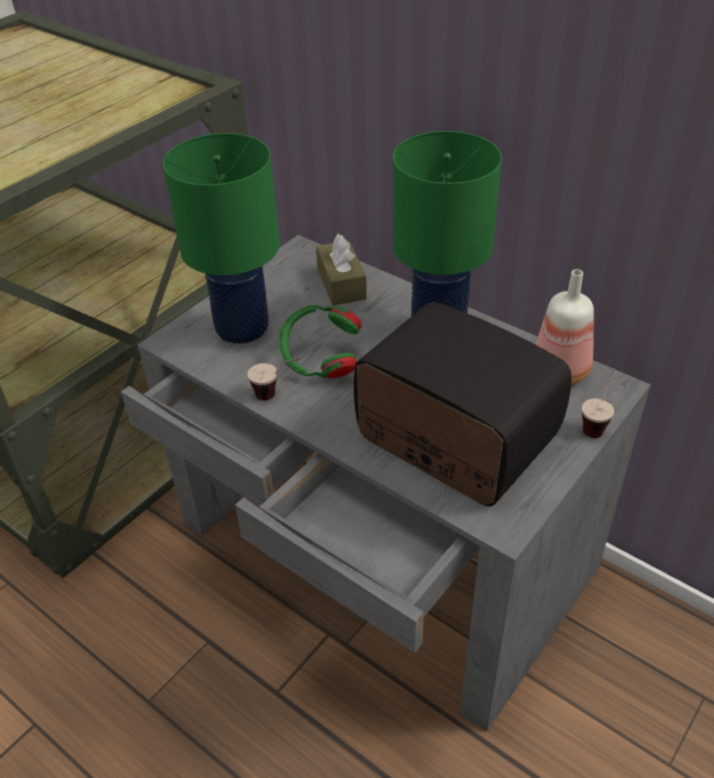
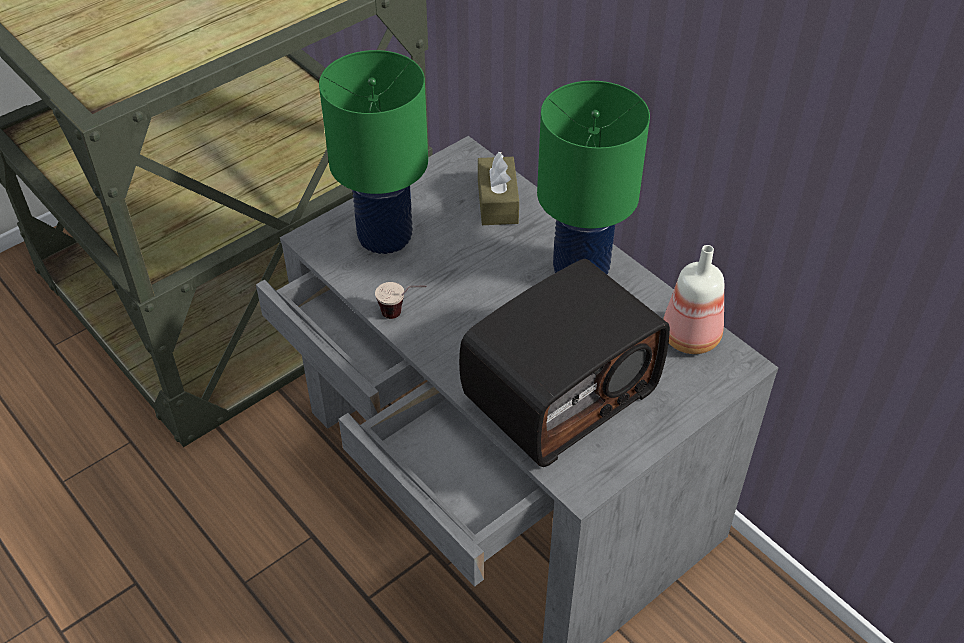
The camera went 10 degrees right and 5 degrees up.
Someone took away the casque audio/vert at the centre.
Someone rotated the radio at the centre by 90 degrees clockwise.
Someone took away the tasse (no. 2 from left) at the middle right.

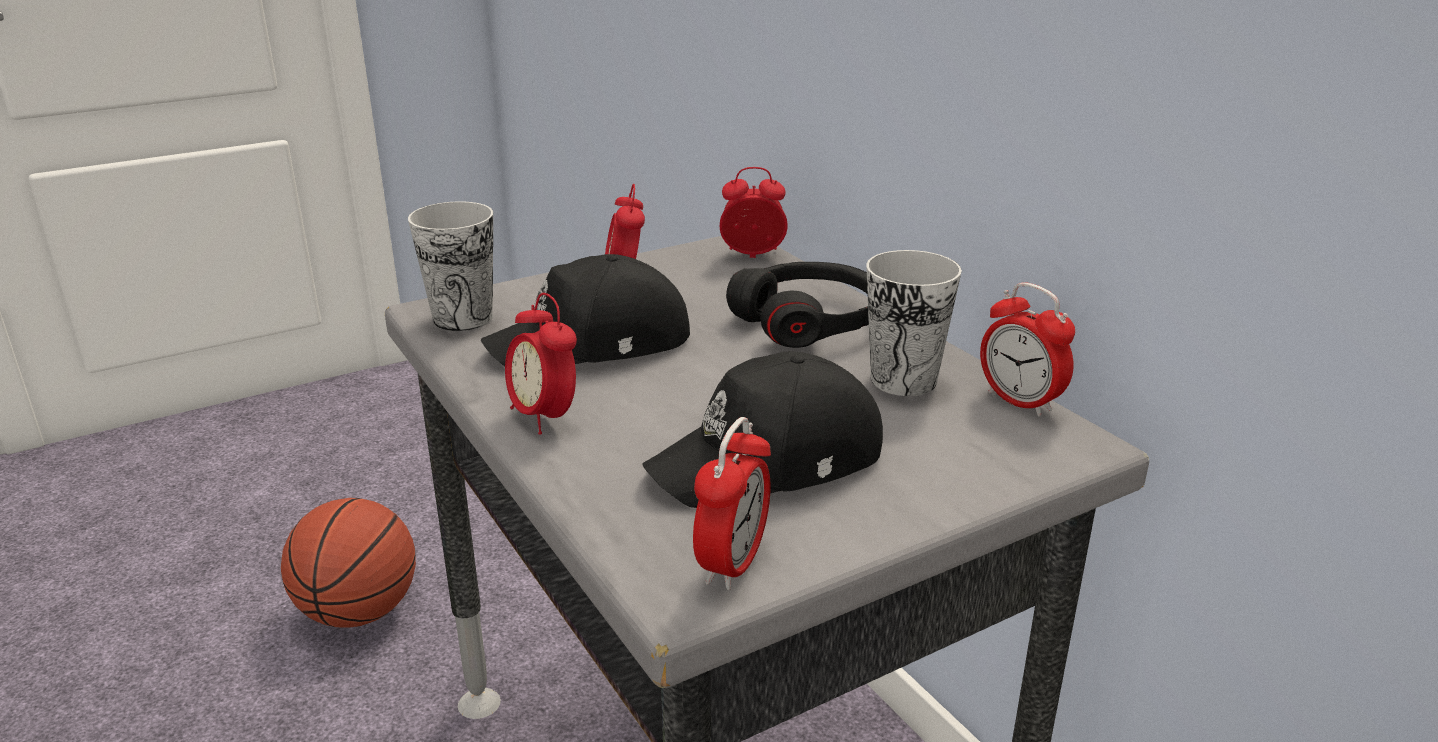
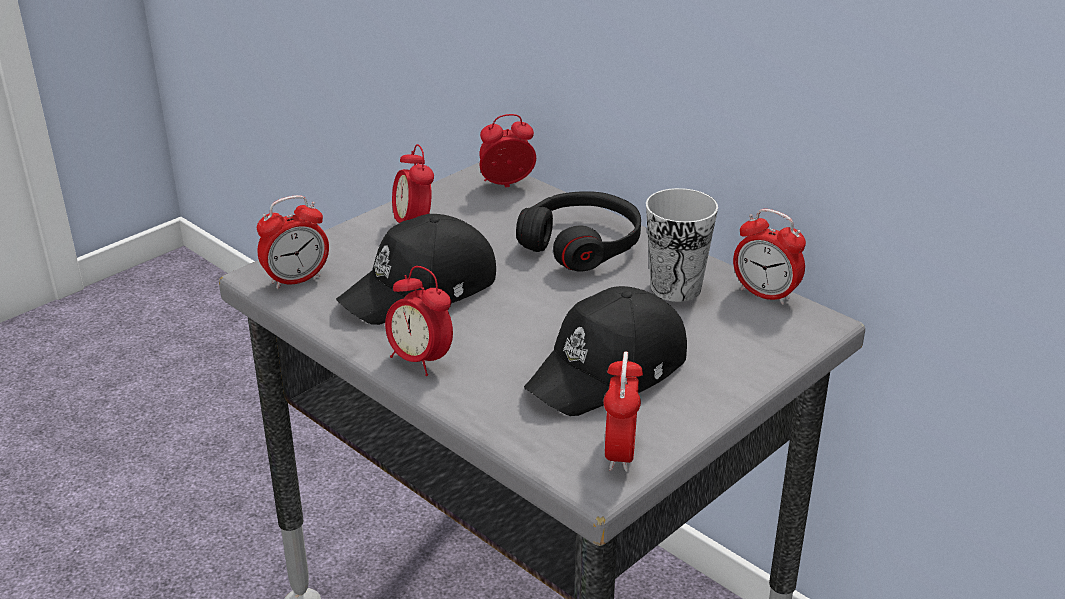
The camera went 15 degrees left and 5 degrees up.
Someone took away the ballon de basket at the bottom left.
Someone swapped the tasse (no. 1 from left) at the middle left for the réveil (no. 1 from left) at the middle left.

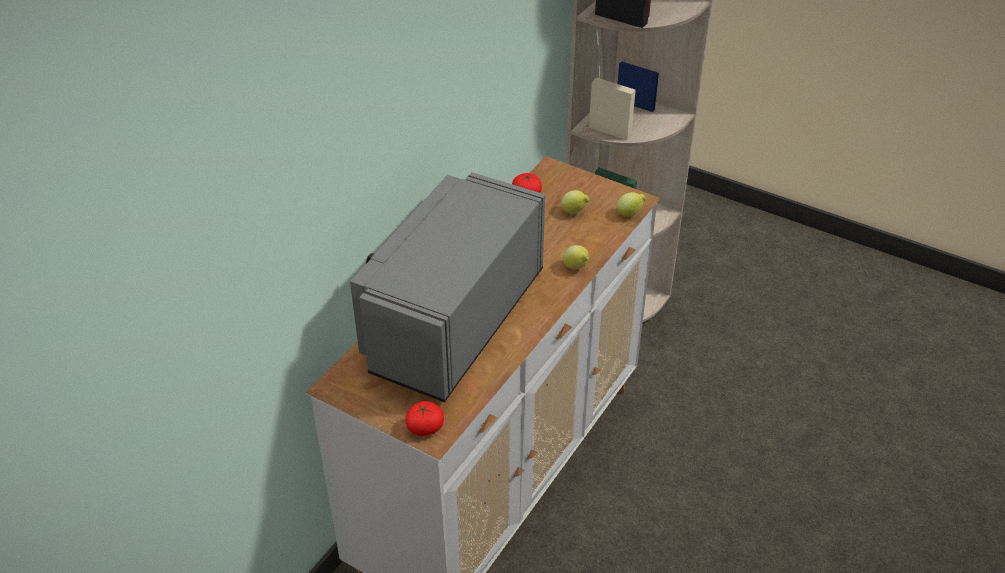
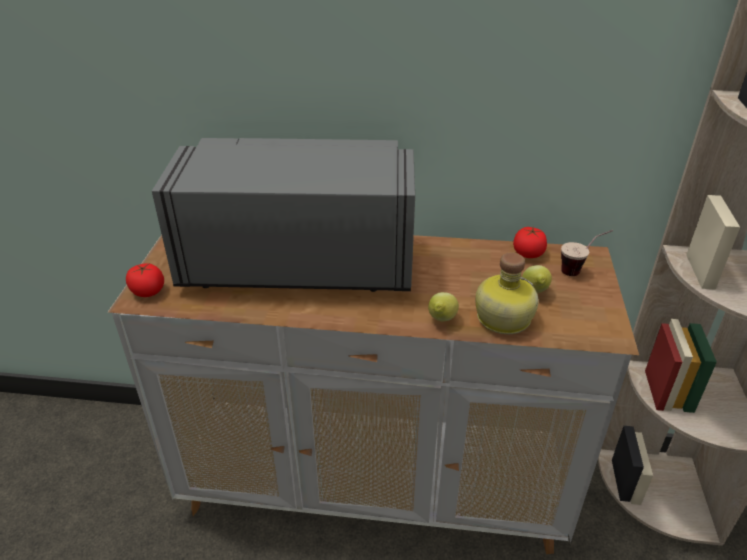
The camera went 65 degrees right and 5 degrees down.
Someone took away the citron (no. 3 from left) at the centre.
Someone put down the bouteille at the middle right.
Someone put down the tasse at the middle right.

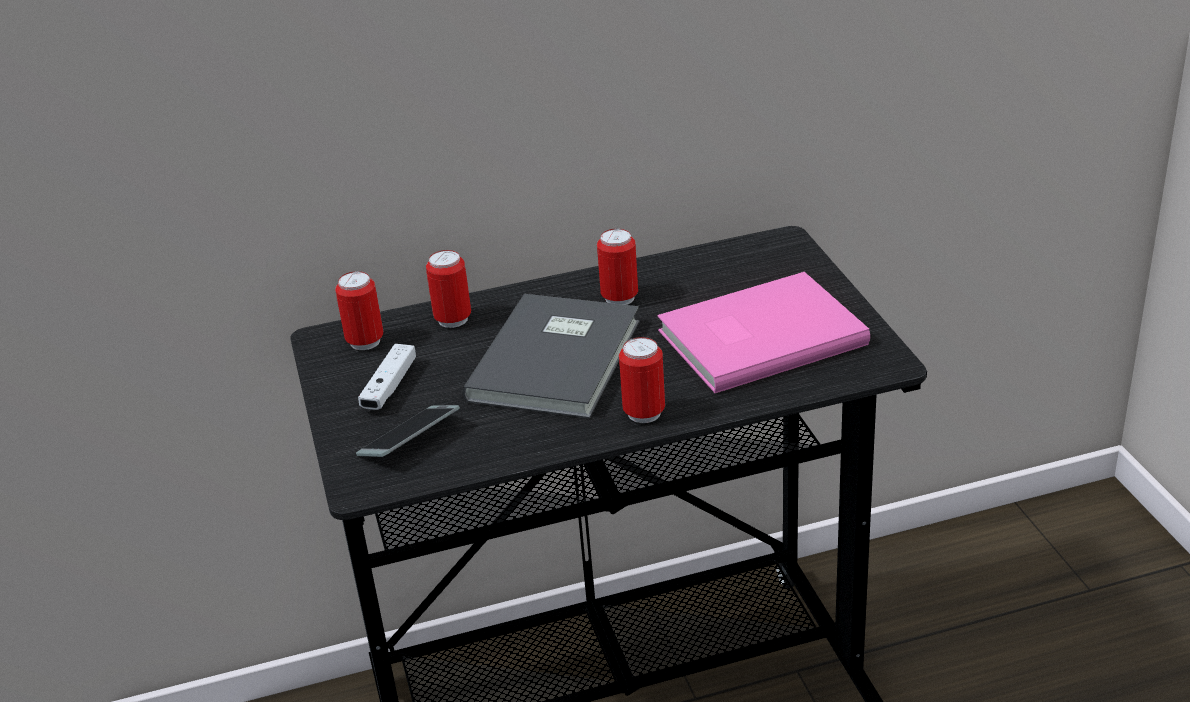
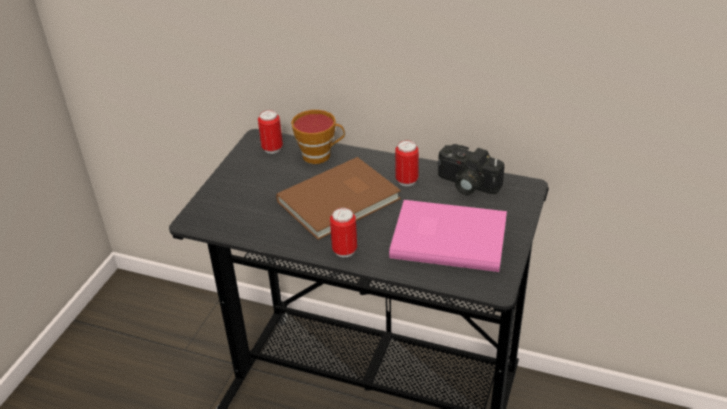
The camera went 35 degrees right and 5 degrees up.
Someone took away the téléphone at the centre.
Someone took away the manette/blanc at the middle left.
Someone swapped the boîte métallique (no. 2 from left) at the centre for the tasse at the centre.
Someone repainted the livre/gris at the centre, which became the livre/marron at the centre.
Someone put down the appareil photo at the centre.

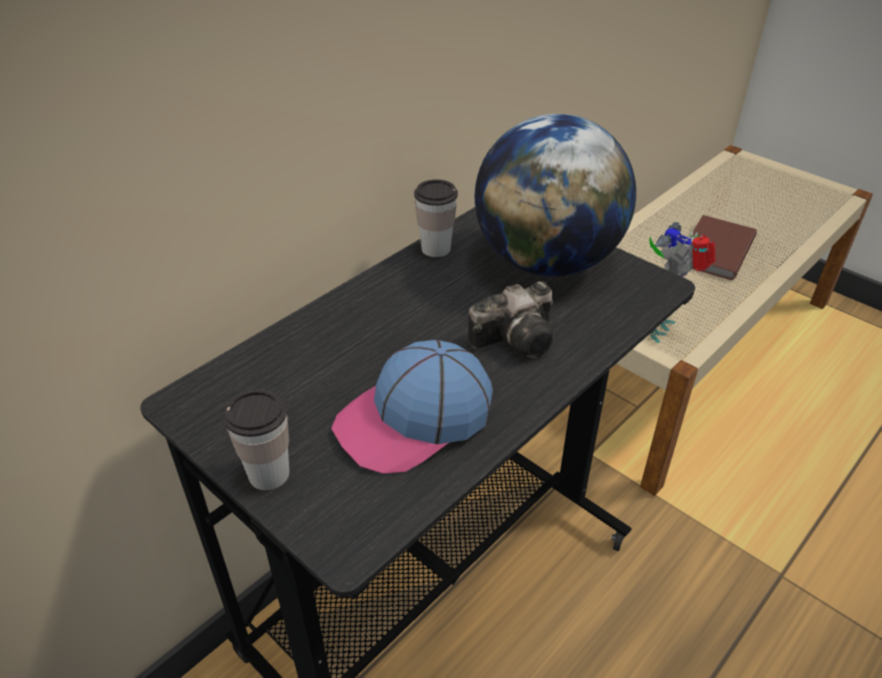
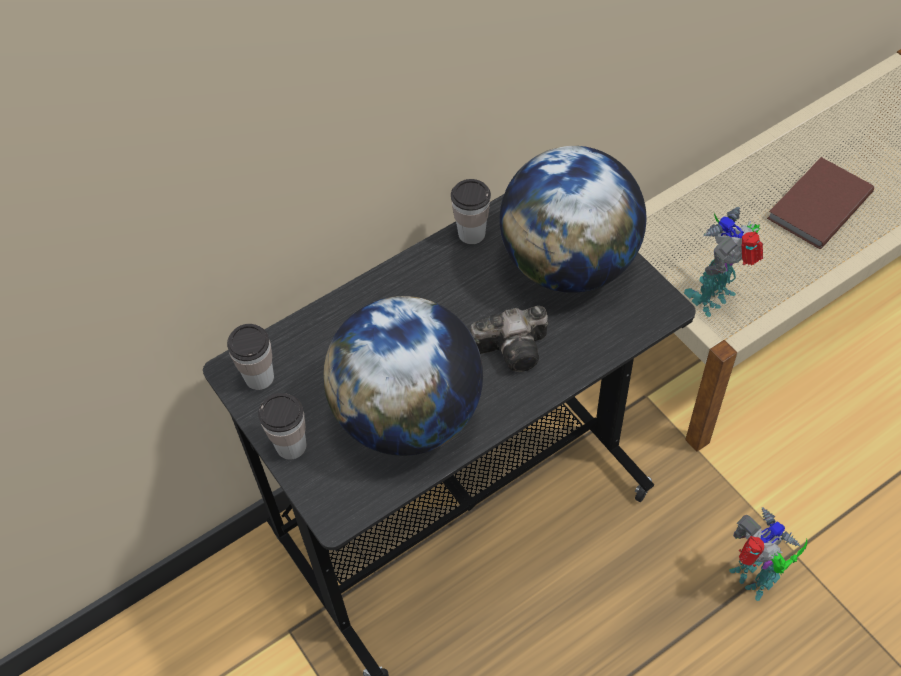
The camera went 15 degrees right and 15 degrees up.
Someone swapped the casquette at the centre for the globe (no. 1 from left) at the centre.
Someone put down the tasse (no. 1 from left) at the middle left.
Someone put down the robot jouet (no. 2 from left) at the bottom right.

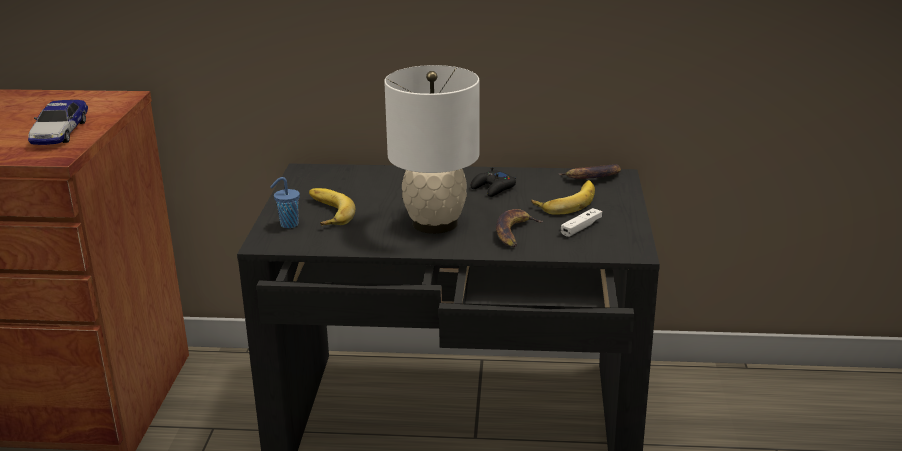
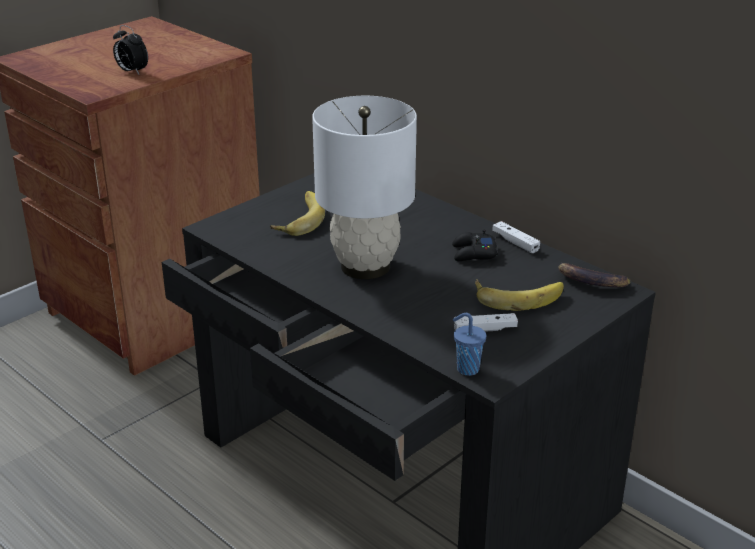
The camera went 40 degrees right and 5 degrees up.
Someone swapped the petite voiture at the top left for the réveil at the top left.
Someone carried the tasse/bleu from the middle left to the centre.
Someone took away the banane (no. 2 from left) at the centre.
Someone put down the manette/blanc (no. 2 from left) at the middle right.

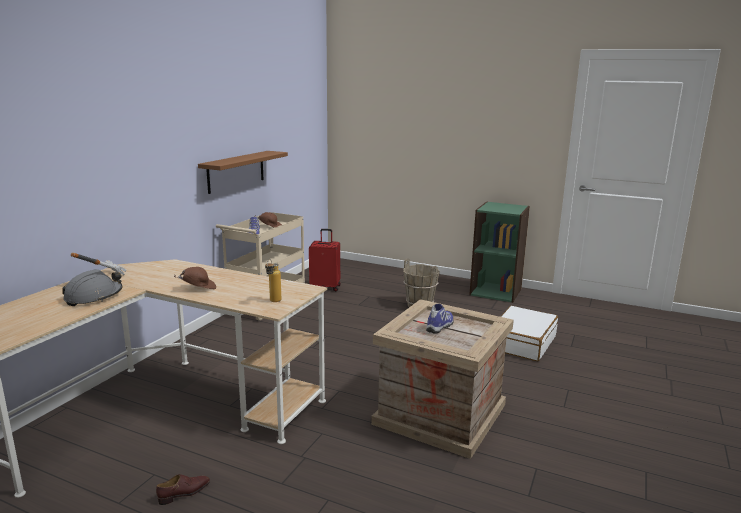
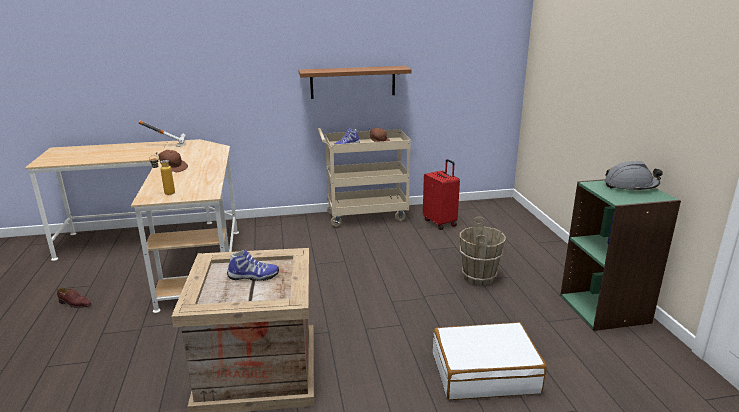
The camera went 55 degrees right and 5 degrees up.
Someone carried the casque de chantier/gris from the middle left to the middle right.

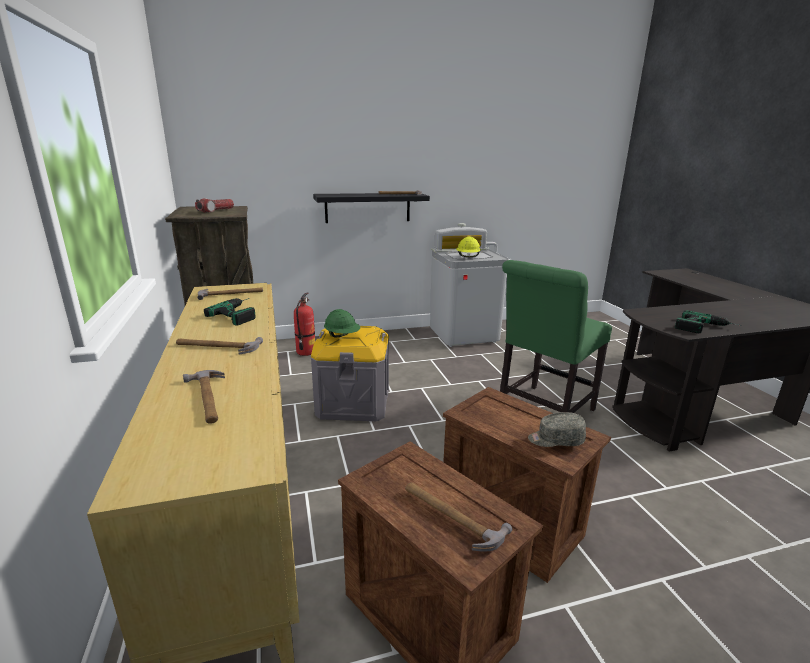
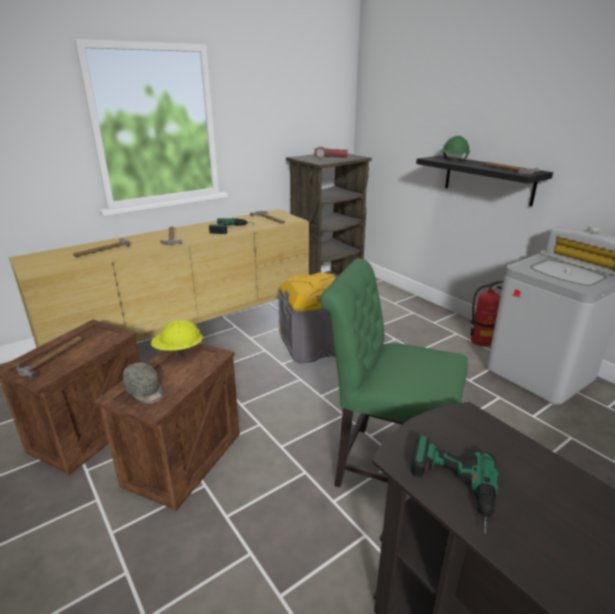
The camera went 70 degrees right and 5 degrees up.
Someone carried the extincteur from the centre to the middle right.
Someone carried the casque de chantier/vert from the centre to the top right.
Someone carried the casque de chantier/jaune from the centre to the middle left.
Someone rotated the casquette/gris at the middle right by 150 degrees clockwise.

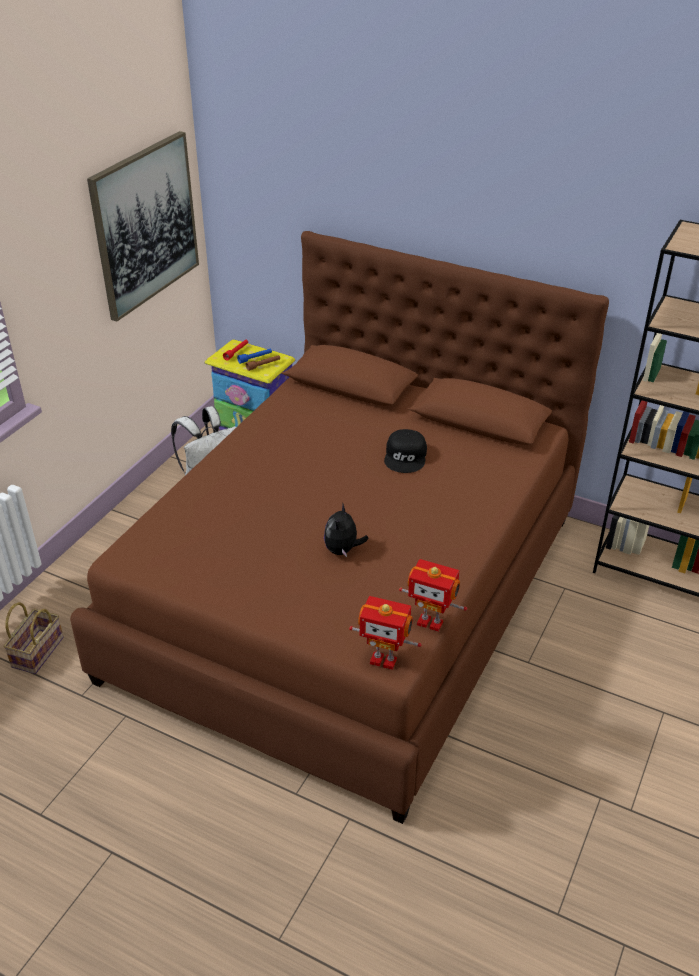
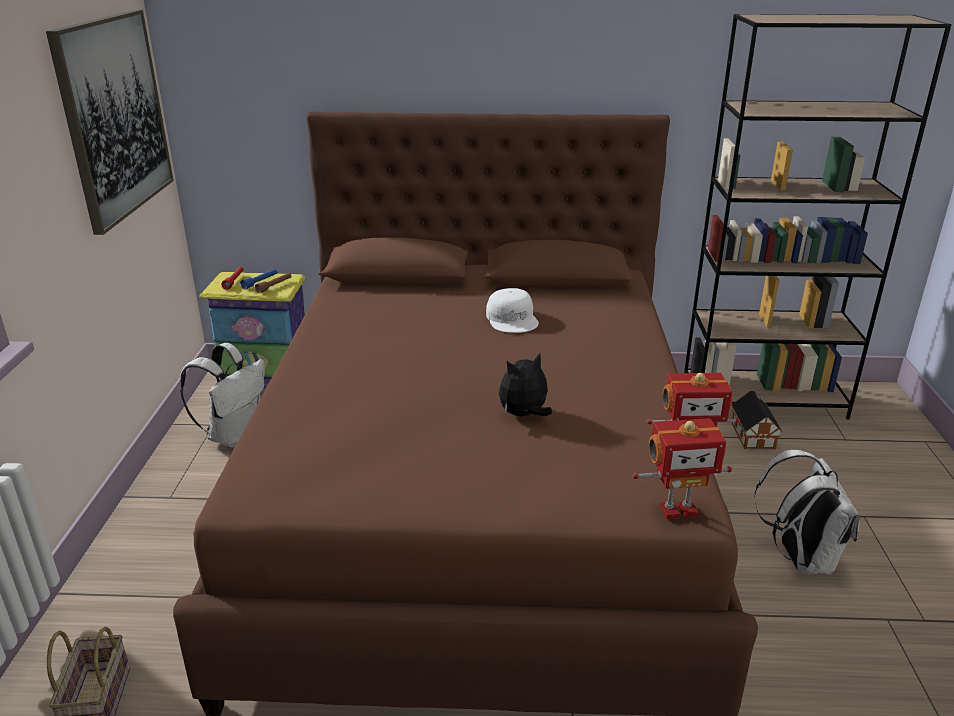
The camera went 25 degrees left and 10 degrees down.
Someone rotated the peluche at the centre by 75 degrees clockwise.
Someone repainted the casquette/noir at the centre, which became the casquette/blanc at the centre.
Someone put down the maison miniature at the middle right.
Someone put down the sac à dos/blanc (no. 2 from left) at the bottom right.

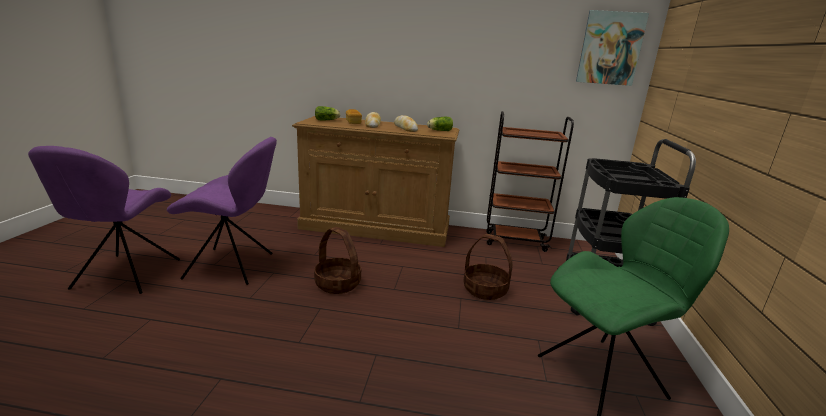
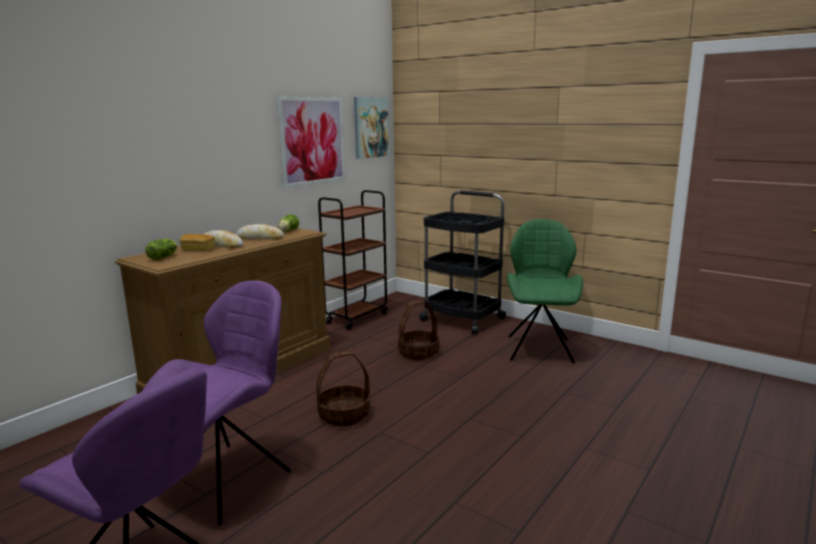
The camera went 60 degrees left and 5 degrees down.
Someone put up the tableau (no. 1 from left) at the top centre.

